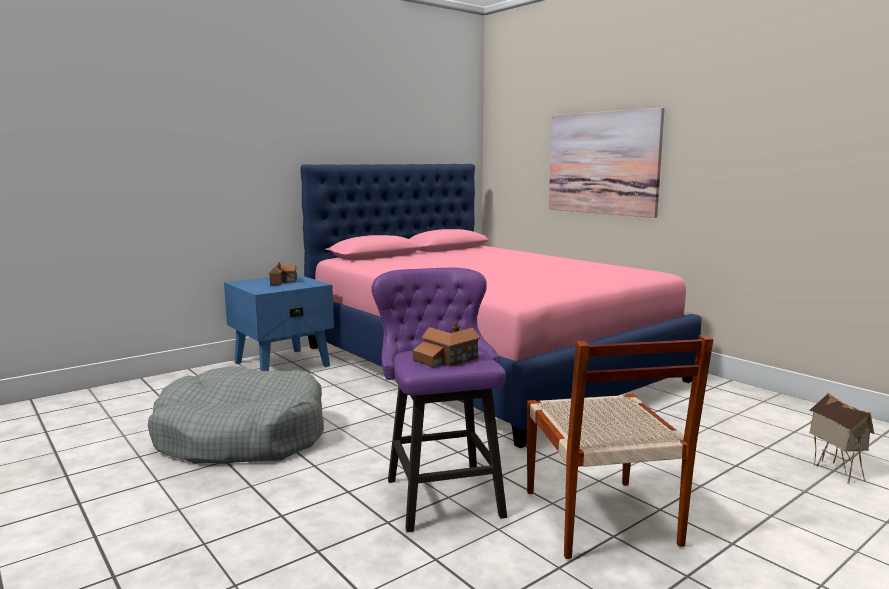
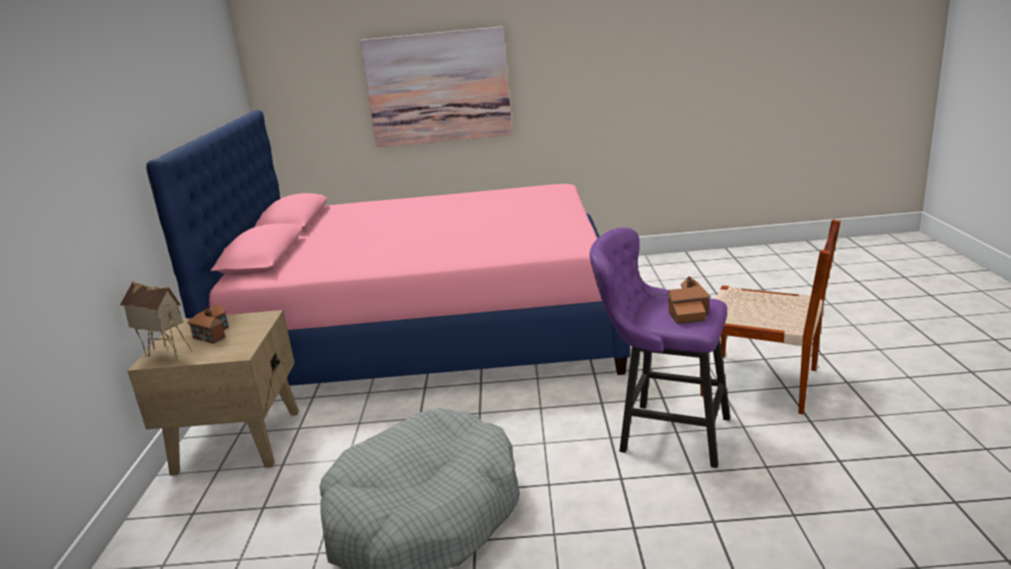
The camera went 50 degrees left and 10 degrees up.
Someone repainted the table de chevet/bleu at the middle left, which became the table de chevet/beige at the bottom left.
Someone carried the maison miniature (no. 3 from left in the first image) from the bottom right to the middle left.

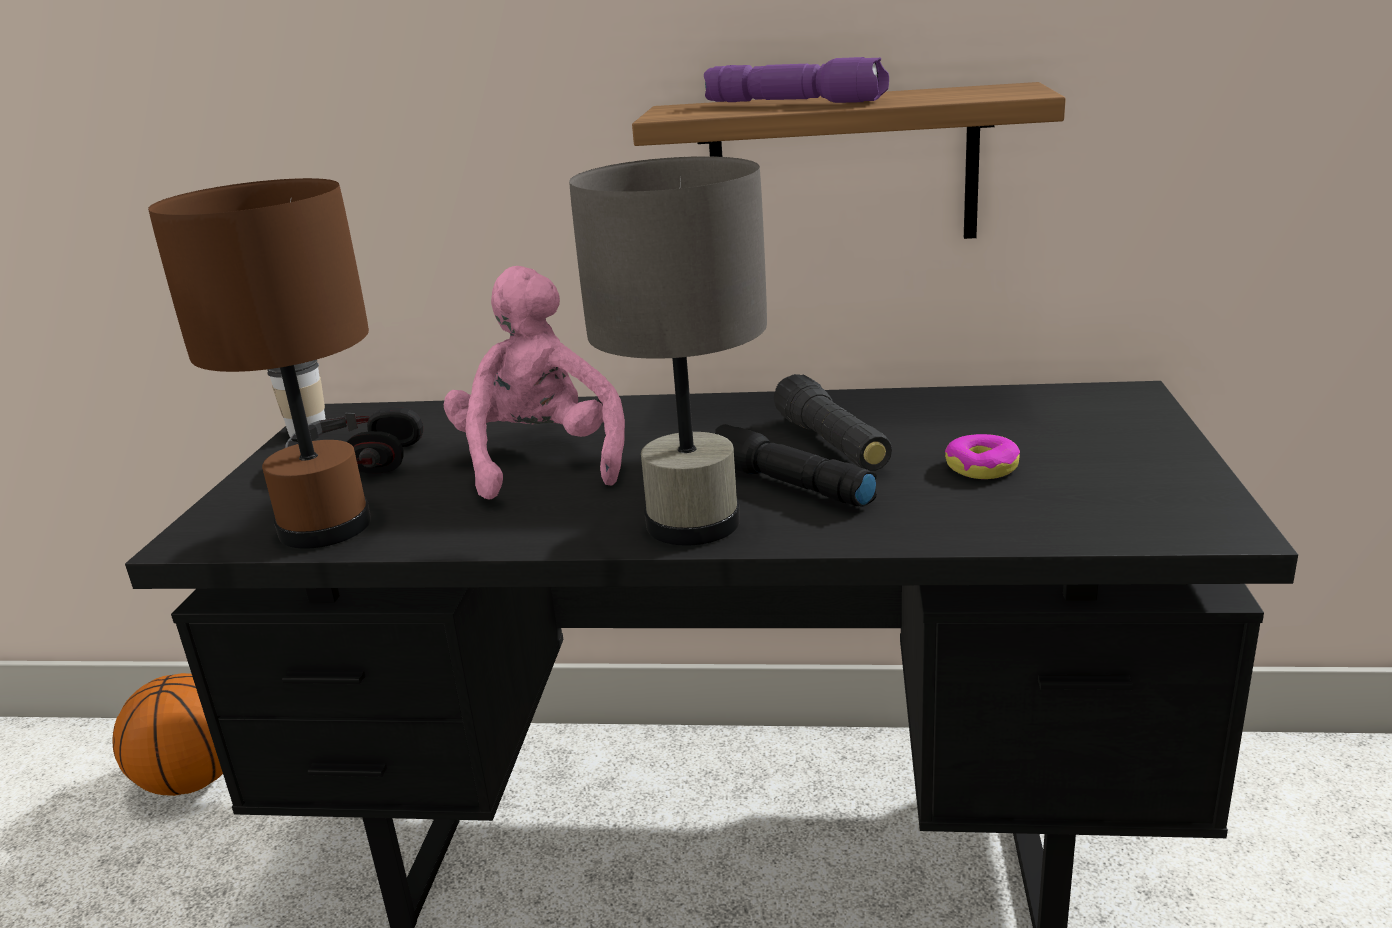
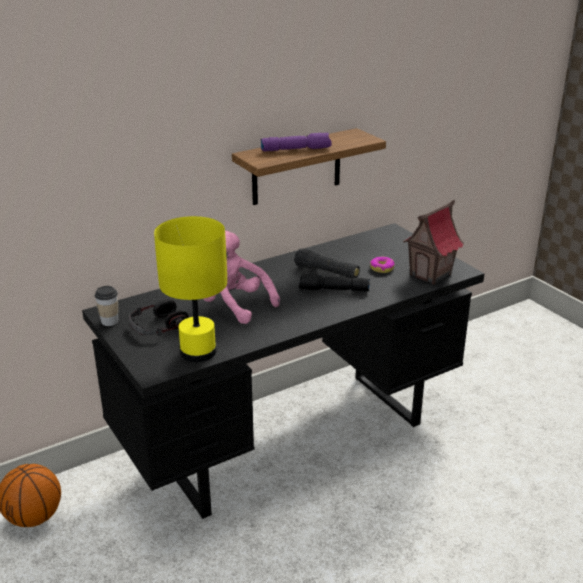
The camera went 40 degrees left and 5 degrees up.
Someone repainted the lampe de table/marron at the middle left, which became the lampe de table/jaune at the middle left.
Someone took away the lampe de table/gris at the centre.
Someone put down the maison miniature at the middle right.

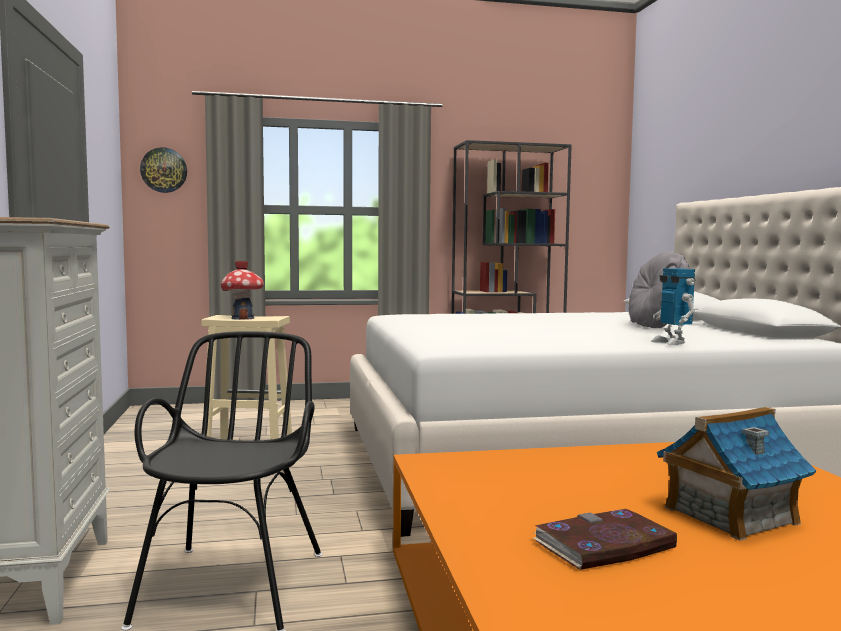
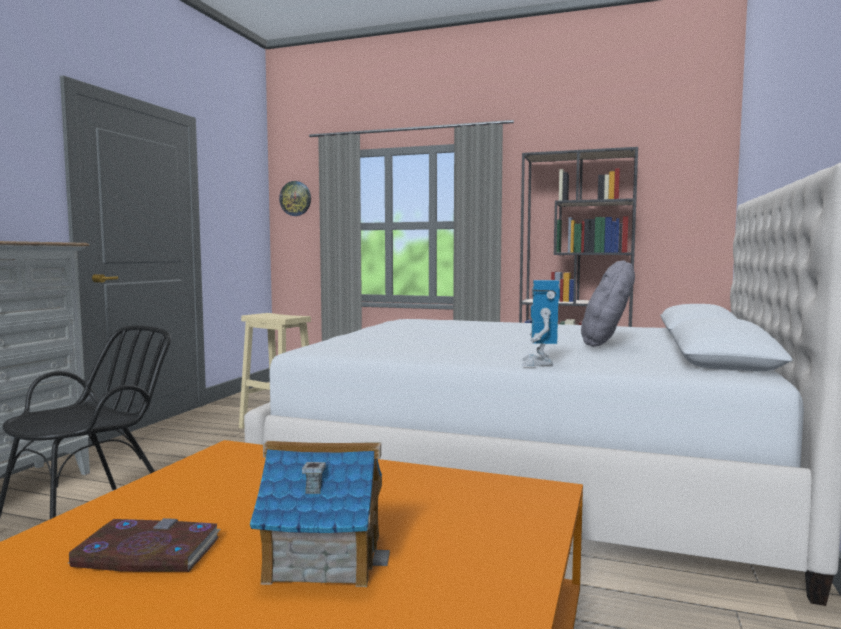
The camera went 30 degrees right and 0 degrees up.
Someone took away the maison miniature (no. 1 from left) at the middle left.

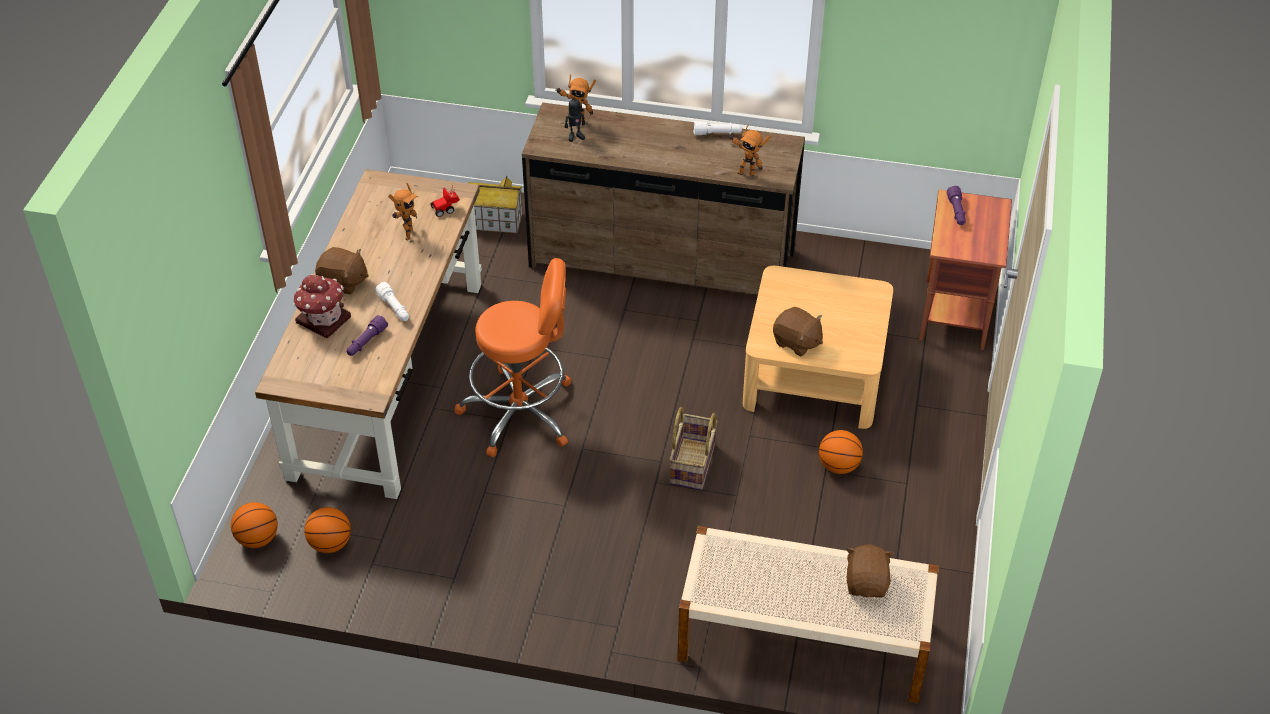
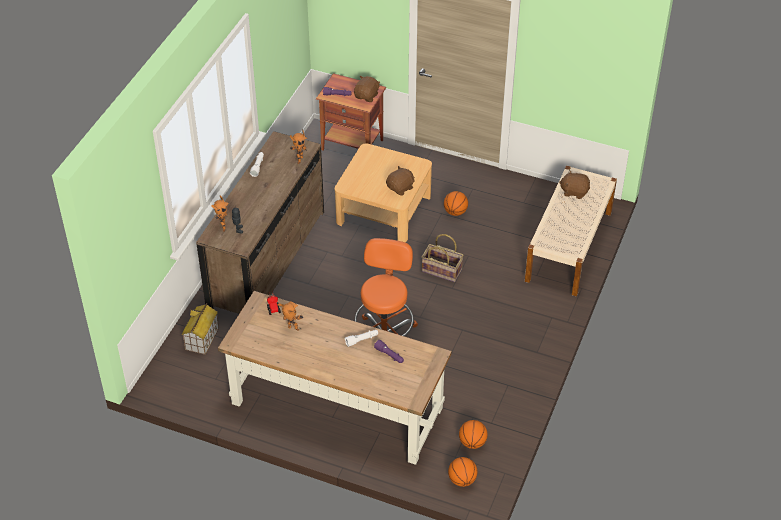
The camera went 80 degrees left and 0 degrees up.
Someone took away the maison miniature (no. 1 from left) at the middle left.
Someone carried the peluche/marron (no. 1 from left) from the middle left to the top centre.

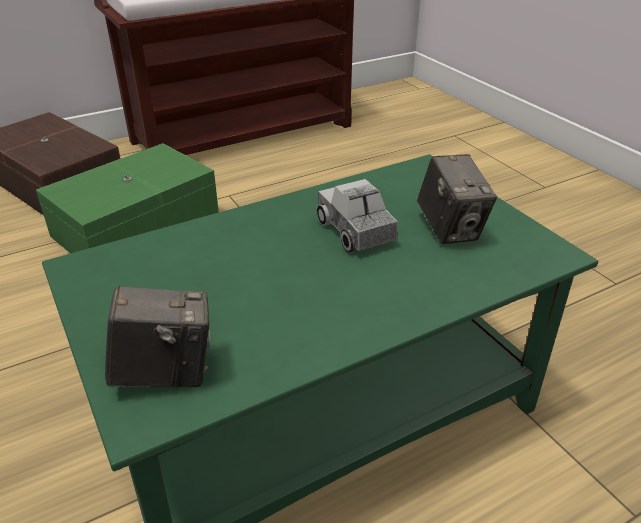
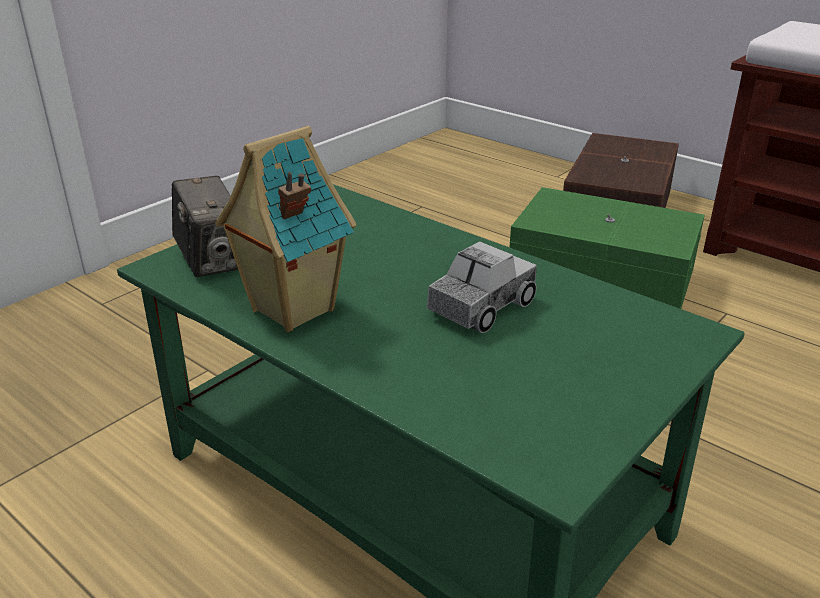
The camera went 70 degrees right and 5 degrees down.
Someone took away the appareil photo (no. 2 from left) at the middle right.
Someone put down the maison miniature at the centre.

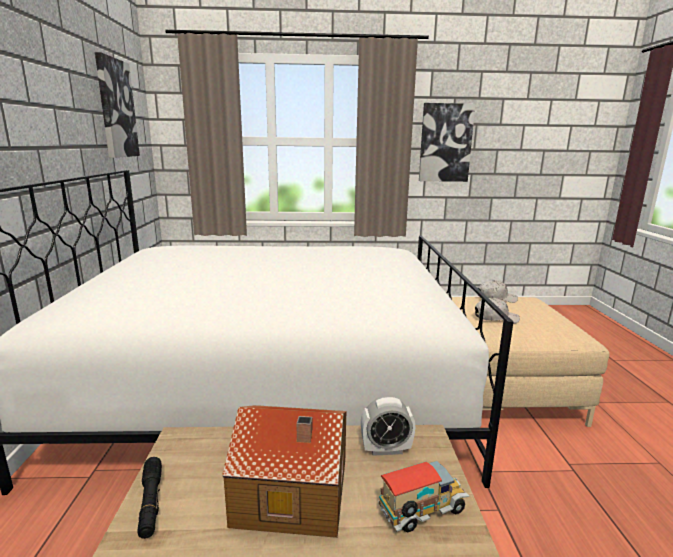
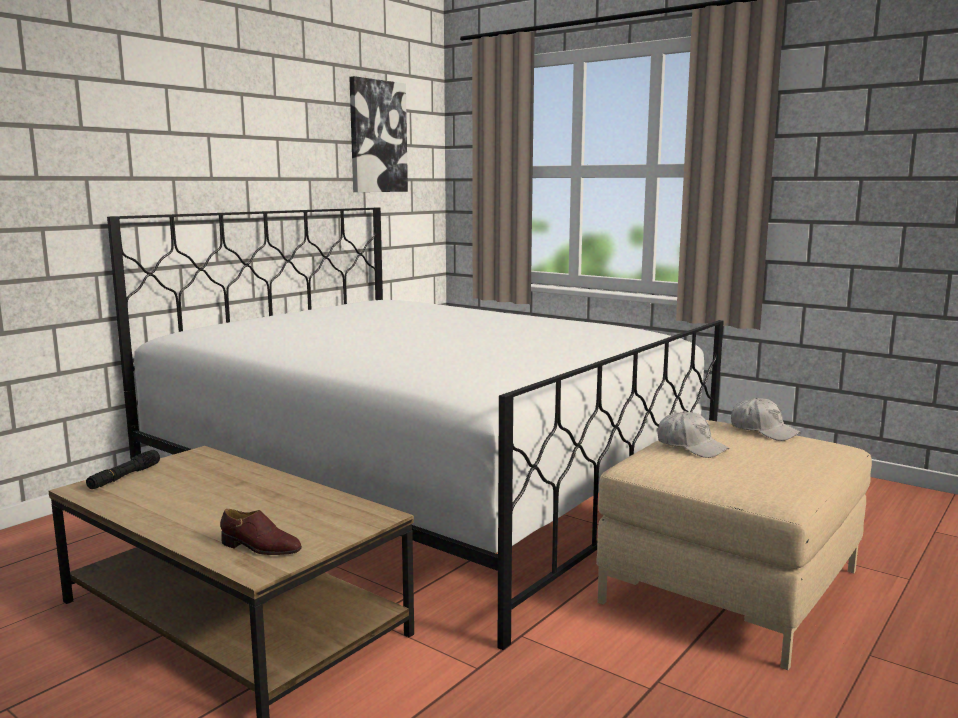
The camera went 40 degrees right and 5 degrees down.
Someone took away the maison miniature at the bottom centre.
Someone took away the réveil at the bottom centre.
Someone swapped the camion jouet at the bottom centre for the chaussure/marron at the bottom left.
Someone took away the tableau (no. 2 from left) at the top centre.

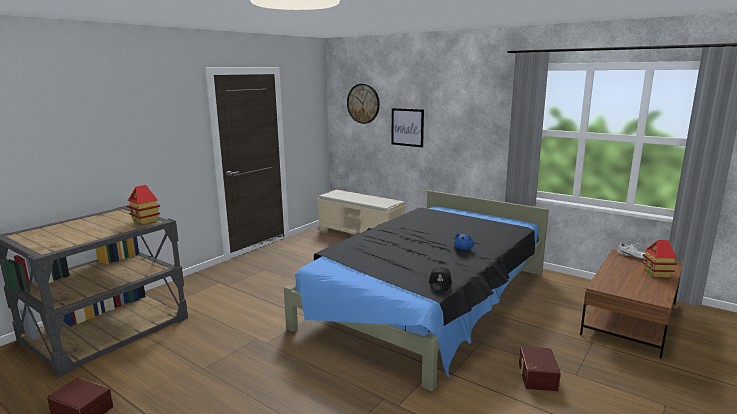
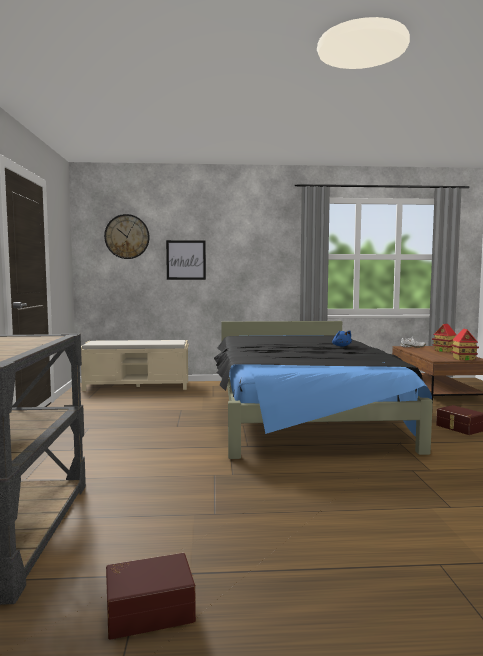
The camera went 40 degrees left and 10 degrees down.
Someone carried the maison miniature (no. 1 from left in the first image) from the middle left to the middle right.
Someone took away the casquette/noir at the bottom centre.

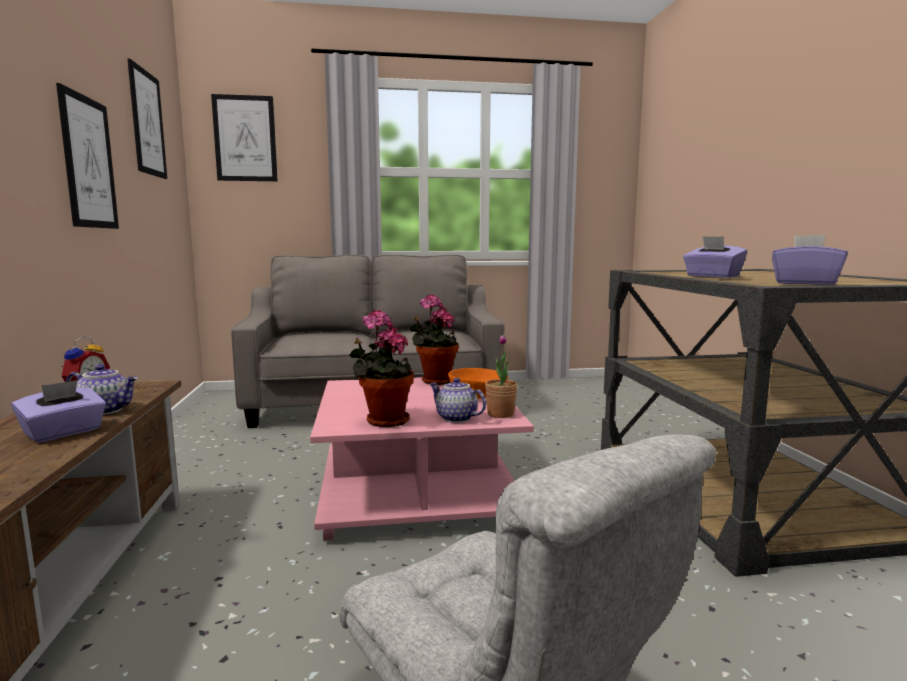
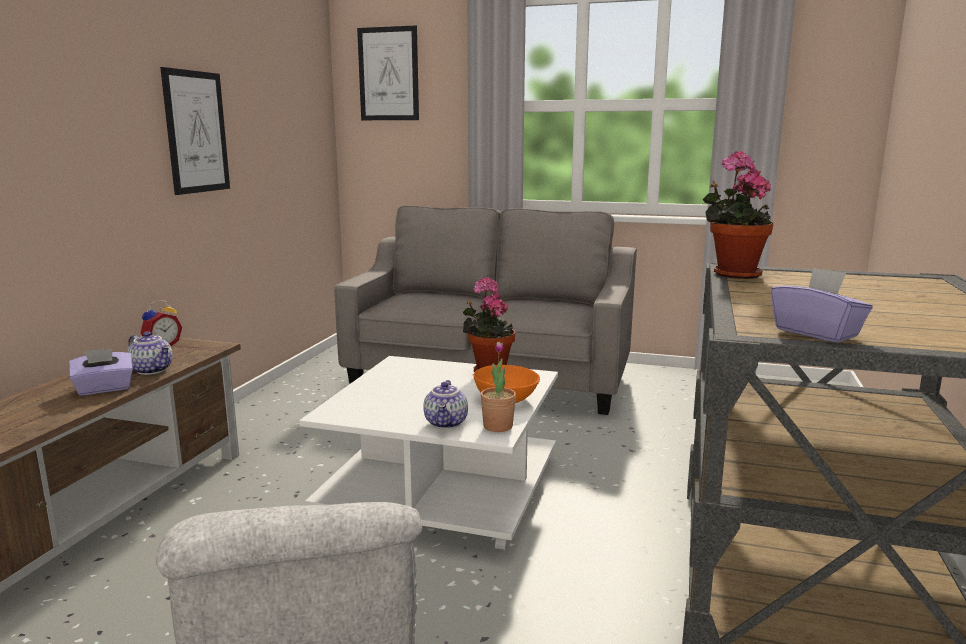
The camera went 25 degrees right and 5 degrees up.
Someone took away the tableau (no. 2 from left) at the top left.
Someone repainted the table basse/rose at the bottom centre, which became the table basse/blanc at the bottom centre.
Someone carried the plante en pot (no. 1 from left in the first image) from the centre to the middle right.
Someone rotated the théière (no. 2 from left) at the centre by 150 degrees counterclockwise.
Someone took away the boîte à mouchoirs/violet (no. 2 from left) at the middle right.

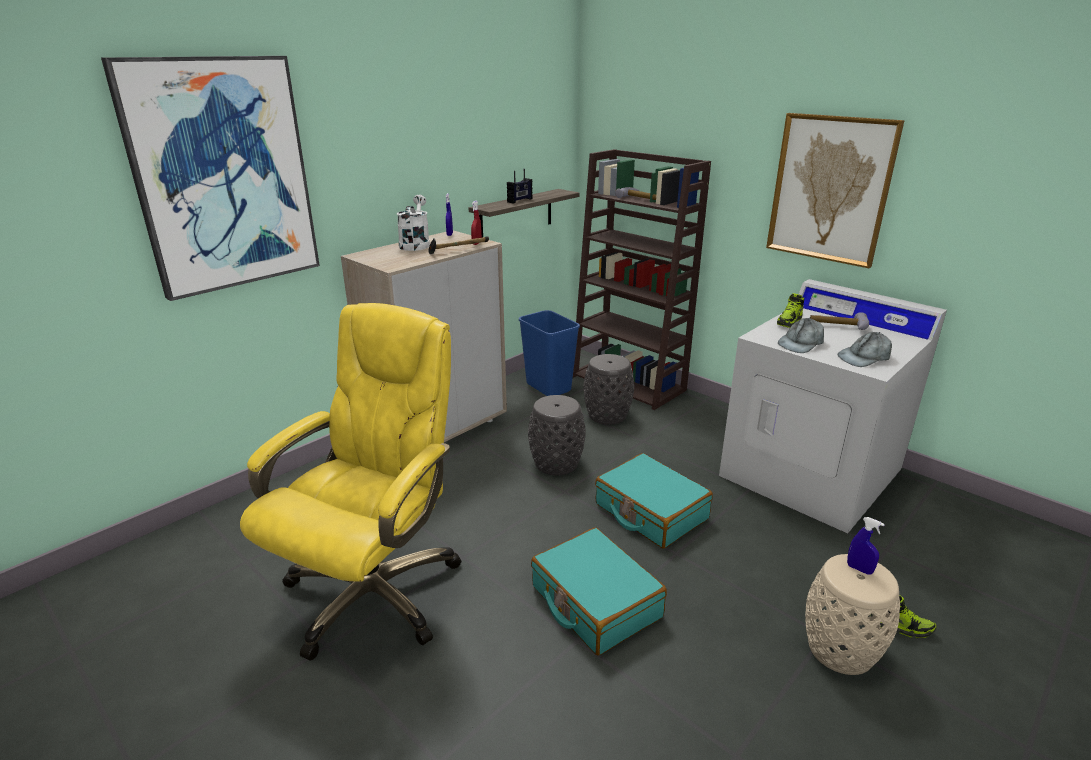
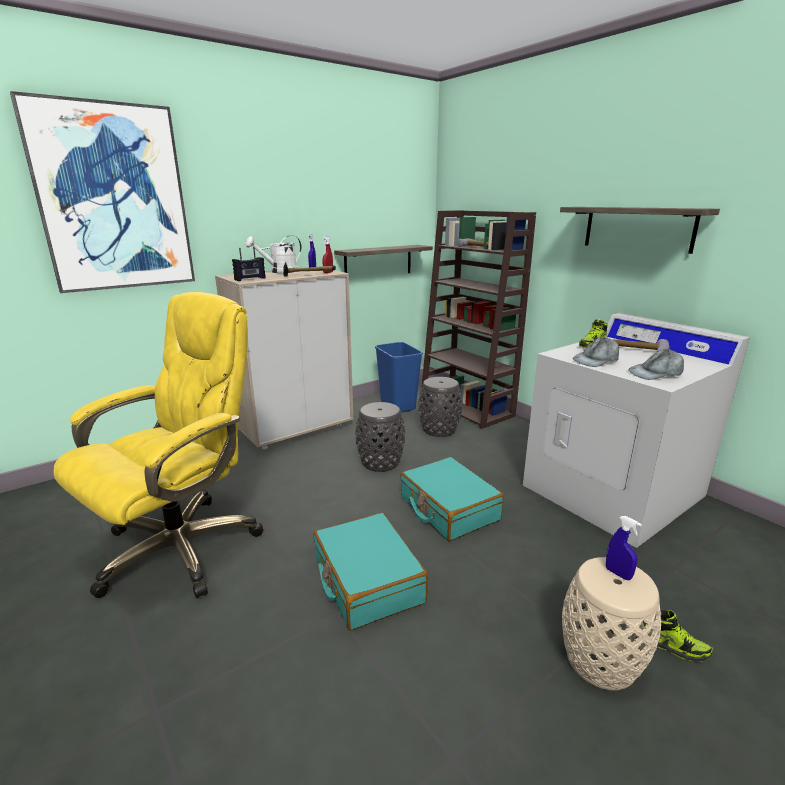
The camera went 10 degrees right and 5 degrees down.
Someone rotated the arrosoir/blanc at the top centre by 135 degrees counterclockwise.
Someone carried the radio from the top centre to the middle left.
Someone swapped the tableau (no. 2 from left) at the top right for the étagère (no. 2 from left) at the top right.

